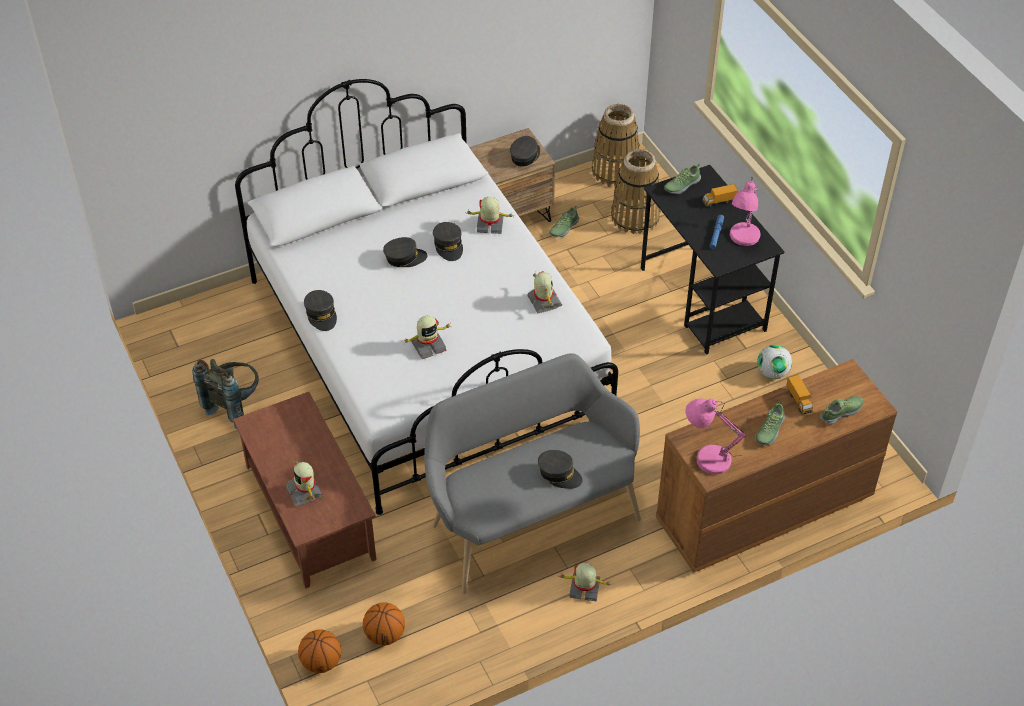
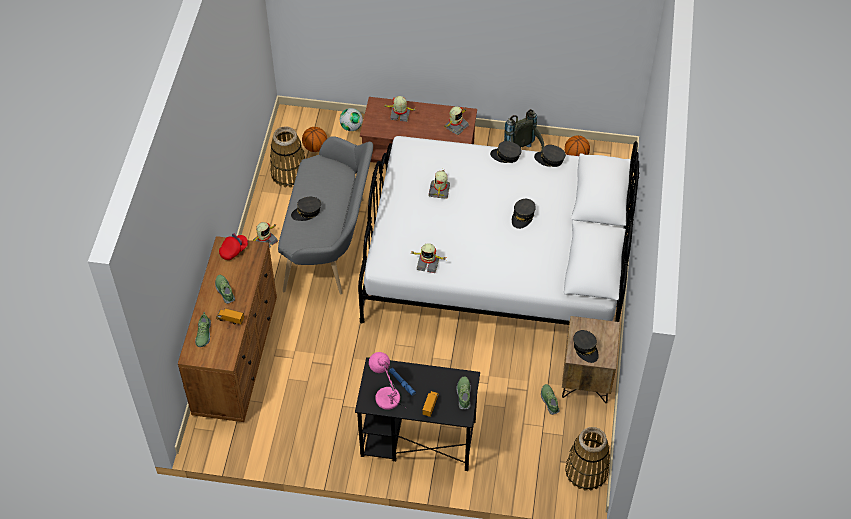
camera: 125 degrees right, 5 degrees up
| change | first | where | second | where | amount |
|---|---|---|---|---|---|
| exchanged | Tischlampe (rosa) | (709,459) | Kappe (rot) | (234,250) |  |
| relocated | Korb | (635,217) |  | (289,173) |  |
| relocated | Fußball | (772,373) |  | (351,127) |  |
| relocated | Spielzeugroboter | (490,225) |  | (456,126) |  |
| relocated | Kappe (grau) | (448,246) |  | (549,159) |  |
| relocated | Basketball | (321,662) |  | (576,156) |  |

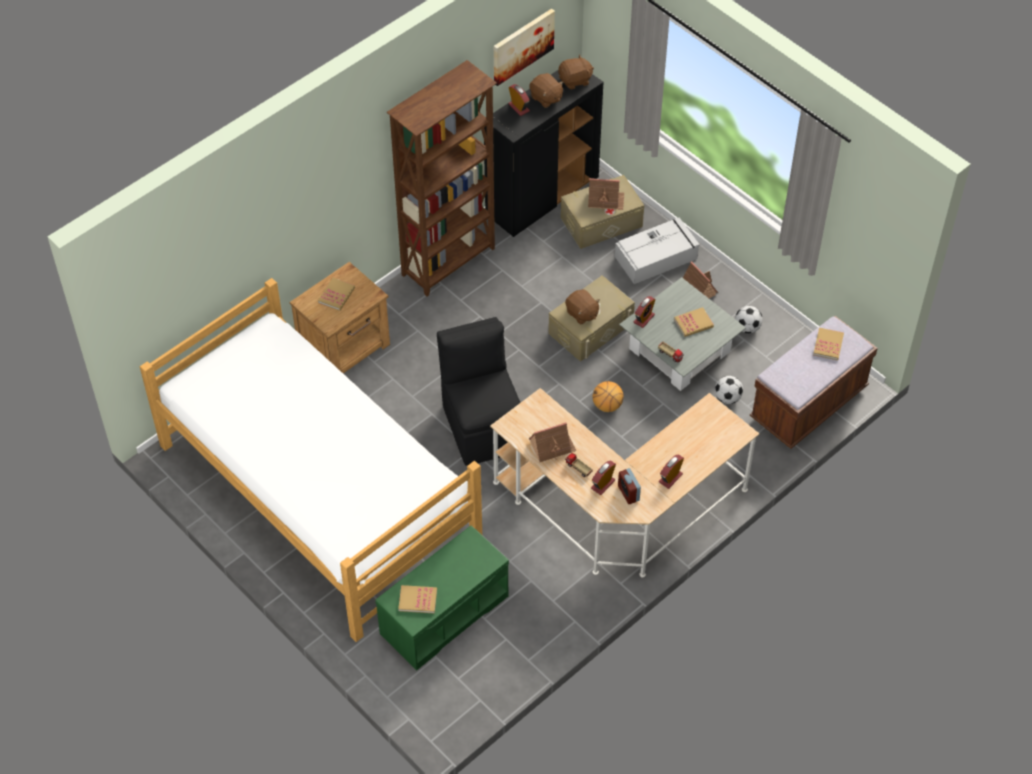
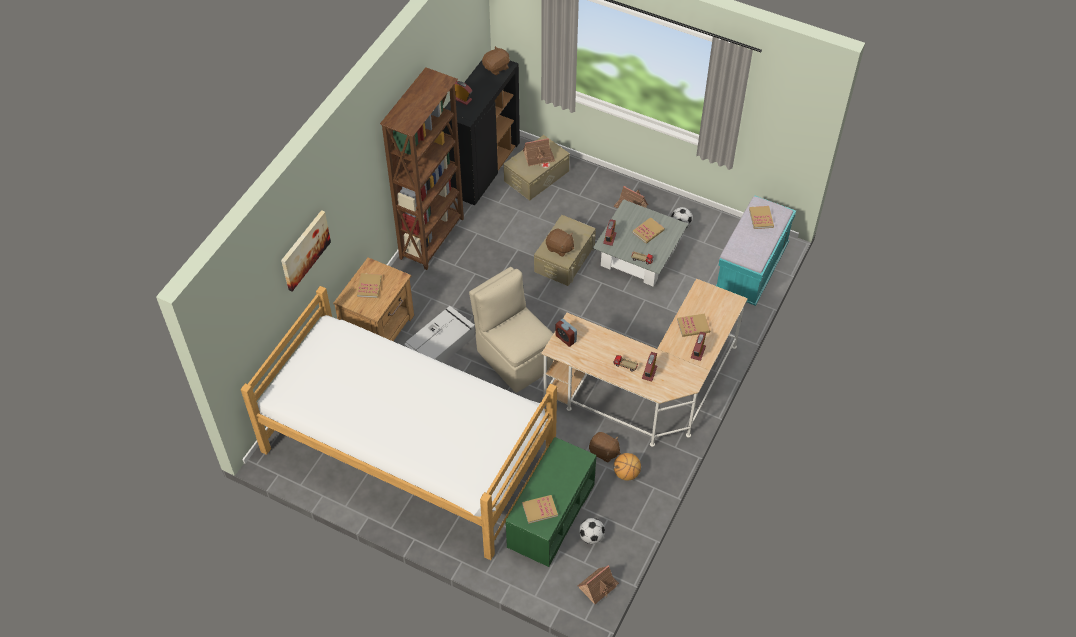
camera: 20 degrees left, 0 degrees up
| change | first | where | second | where | amount |
|---|---|---|---|---|---|
| relocated | Bild | (522,46) |  | (304,250) |  |
| relocated | Aufbewahrungsbox (grau) | (657,257) |  | (441,344) |  |
| colour | Stuhl (schwarz) | (482,425) | Stuhl (beige) | (514,357) |  |
| relocated | Wecker | (628,493) |  | (565,338) |  |
| relocated | Spielzeughaus | (552,447) |  | (598,586) |  |
| relocated | Fußball | (727,398) |  | (591,536) |  |
| relocated | Plüschtier (braun) | (546,98) |  | (604,452) |  |
| relocated | Basketball | (607,405) |  | (626,473) |  |
| appeared |  |  | Buch | (693,326) |  |
| colour | Bank (braun) | (808,404) | Bank (türkis) | (751,269) |  |

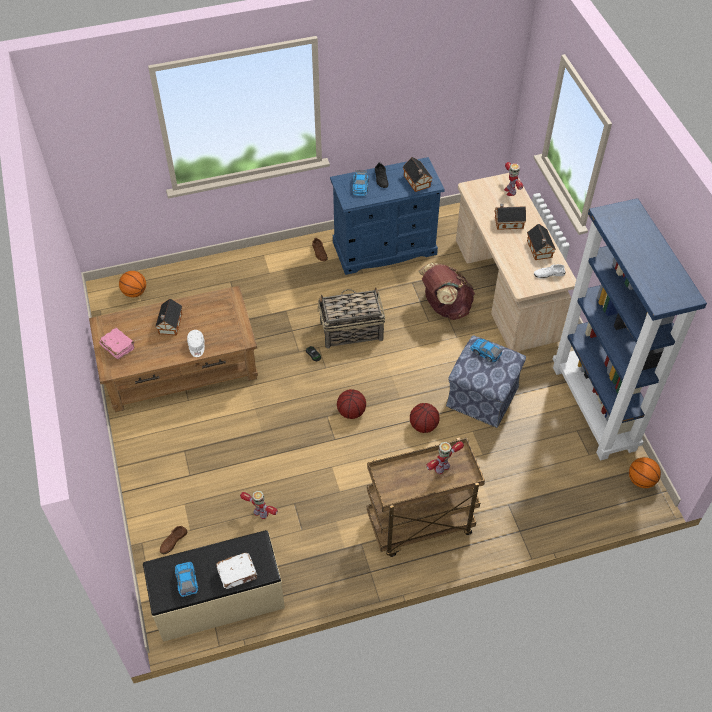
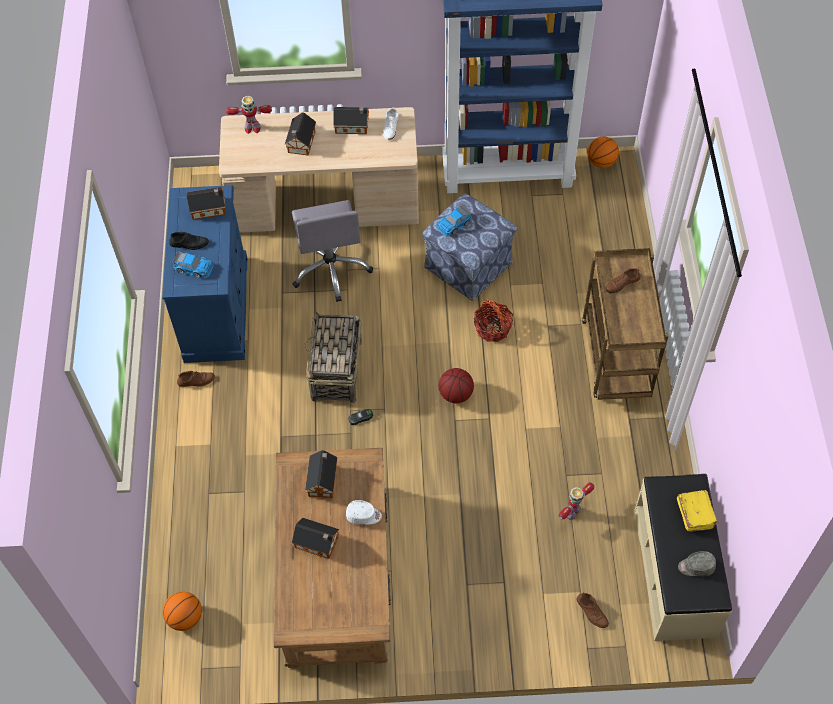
camera: 75 degrees left, 5 degrees up
| change | first | where | second | where | amount |
|---|---|---|---|---|---|
| exchanged | Rucksack (braun) | (445,307) | Bürostuhl (grau) | (331,269) |  |
| appeared |  |  | Spielzeughaus | (323,479) |  |
| exchanged | Basketball | (423,426) | Korb | (492,328) |  |
| exchanged | Spielzeugroboter | (442,467) | Schuh (braun) | (622,283) |  |
| colour | Buch (weiß) | (238,574) | Buch (gelb) | (695,513) |  |
| exchanged | Spielzeugauto | (186,580) | Kappe (grau) | (696,567) |  |
| missing | Buch (rosa) | (118,347) |  |  |  |

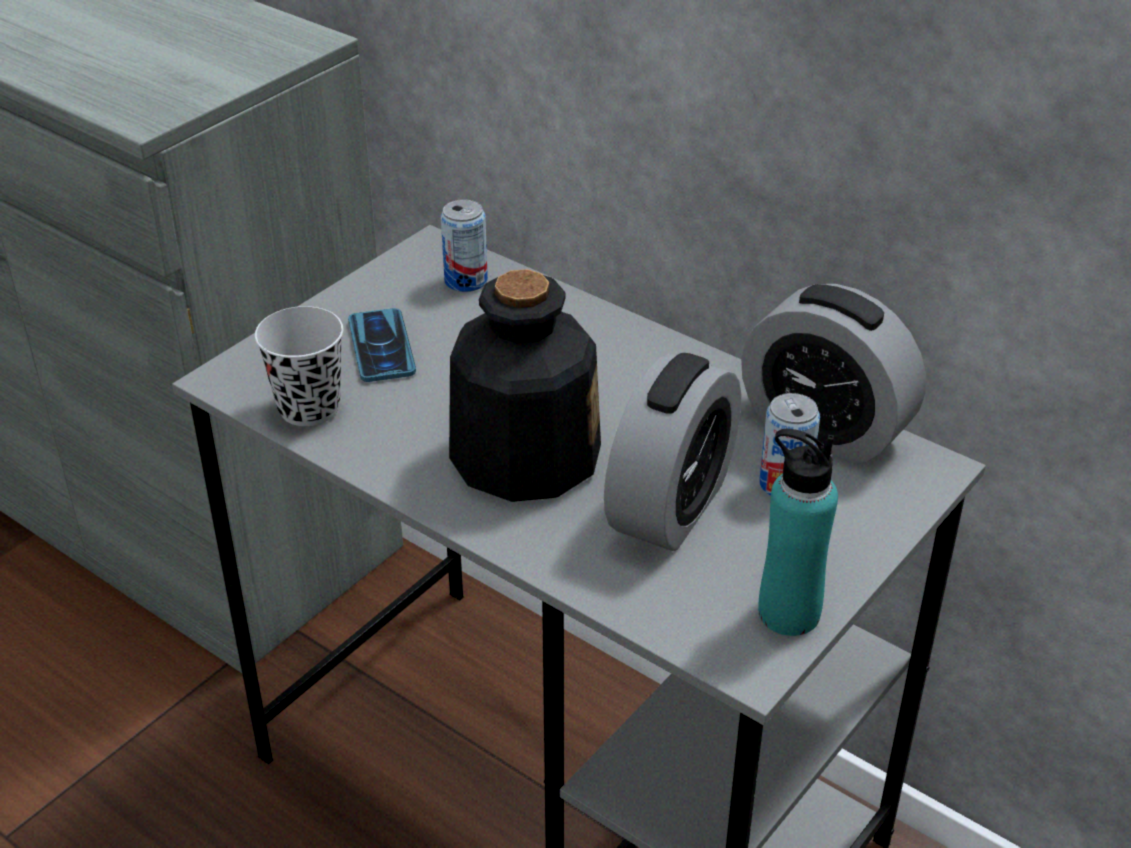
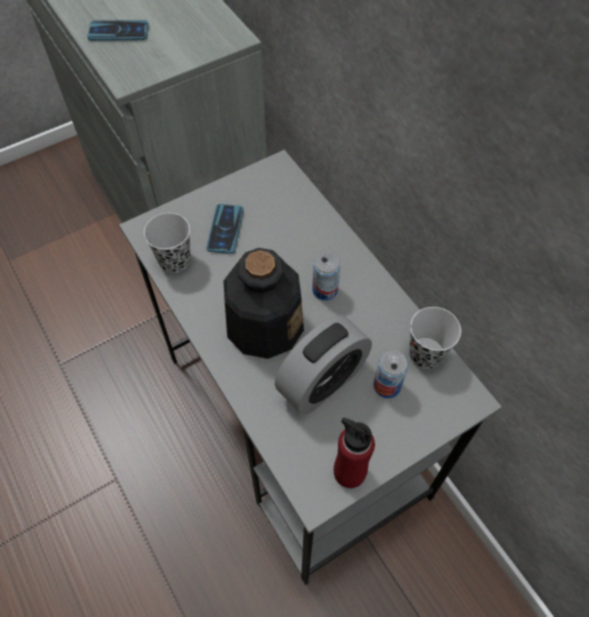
camera: 20 degrees right, 20 degrees up
| change | first | where | second | where | amount |
|---|---|---|---|---|---|
| appeared |  |  | Handy | (118,32) |  |
| relocated | Dose | (466,281) |  | (325,290) |  |
| colour | Flasche (türkis) | (788,613) | Flasche (rot) | (349,472) |  |
| exchanged | Wecker | (824,428) | Tasse (schwarz) | (426,354) |  |

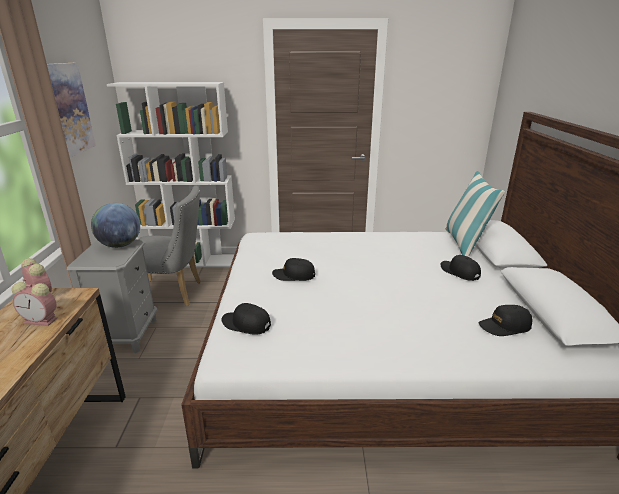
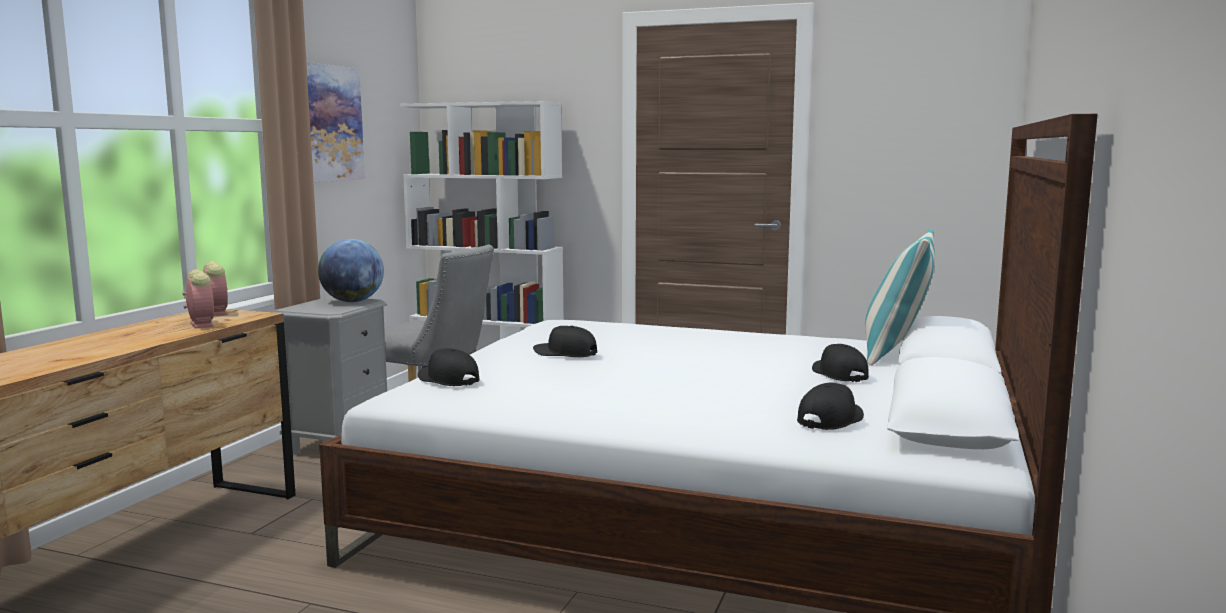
camera: 20 degrees right, 15 degrees down
| change | first | where | second | where | amount |
|---|---|---|---|---|---|
| spun | Wecker | (42,320) |  | (201,324) | 150 degrees counterclockwise |
| spun | Kappe (schwarz) | (504,326) |  | (830,419) | 120 degrees clockwise |

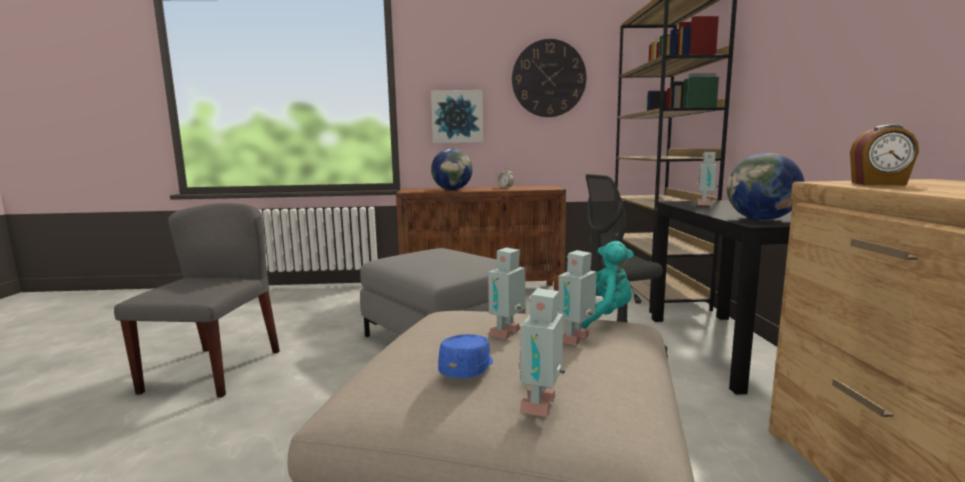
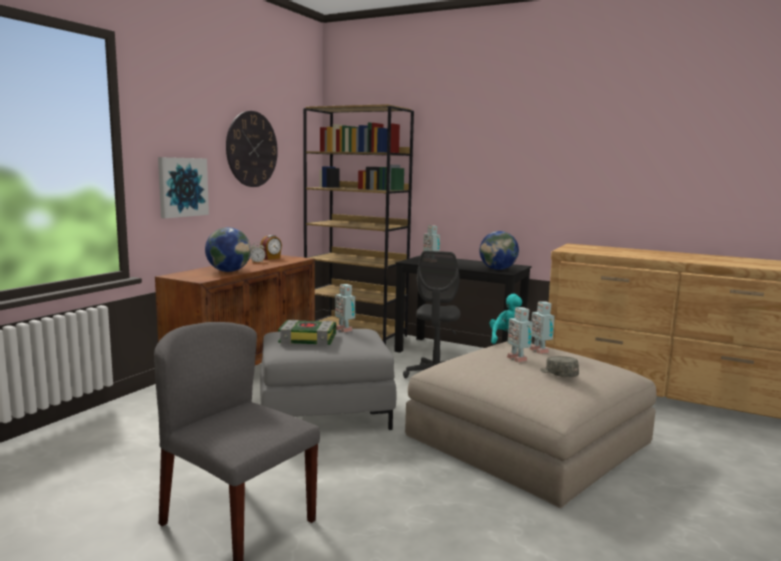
camera: 60 degrees left, 0 degrees up
| change | first | where | second | where | amount |
|---|---|---|---|---|---|
| relocated | Wecker | (879,184) |  | (271,258) |  |
| appeared |  |  | Buch | (309,339) |  |
| relocated | Spielzeugroboter | (542,405) |  | (344,329) |  |
| colour | Kappe (blau) | (468,368) | Kappe (grau) | (558,374) |  |

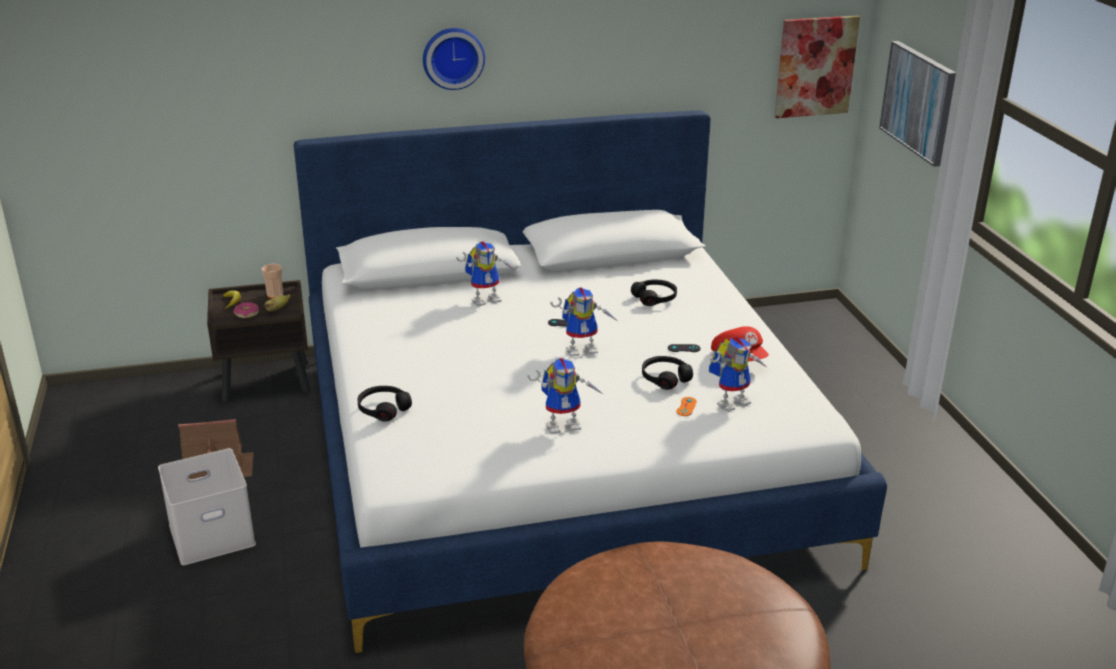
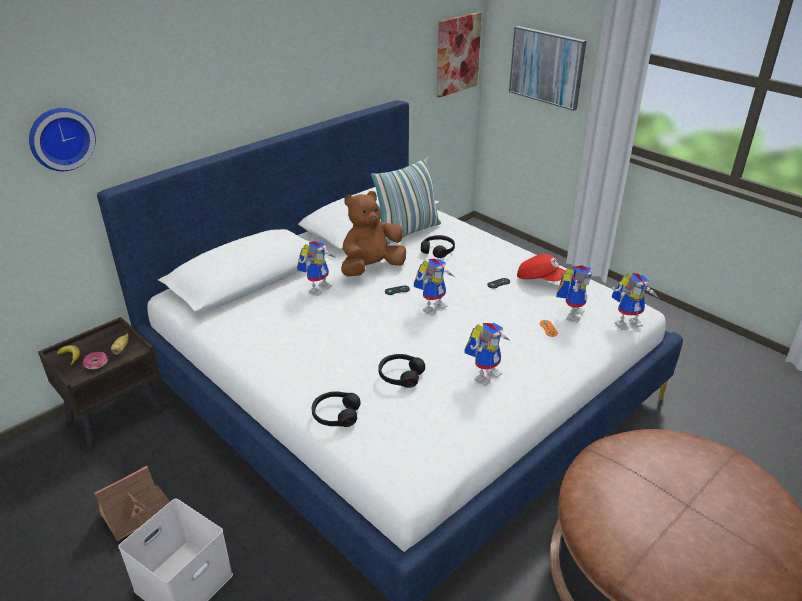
camera: 30 degrees left, 5 degrees up
| change | first | where | second | where | amount |
|---|---|---|---|---|---|
| relocated | Wanduhr | (453,57) |  | (60,138) |  |
| appeared |  |  | Plüschtier (braun) | (371,268) |  |
| appeared |  |  | Kissen | (408,232) |  |
| relocated | Kopfhörer (schwarz) | (665,378) |  | (400,375) |  |
| appeared |  |  | Spielzeugroboter | (628,322) |  |
| missing | Tasse | (275,295) |  |  |  |

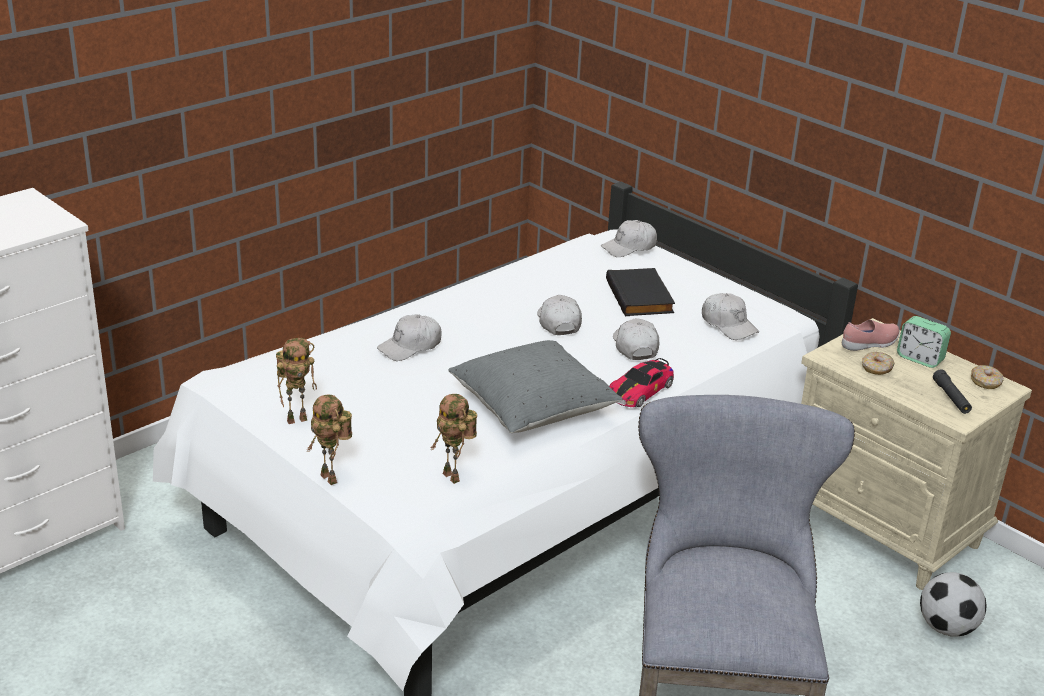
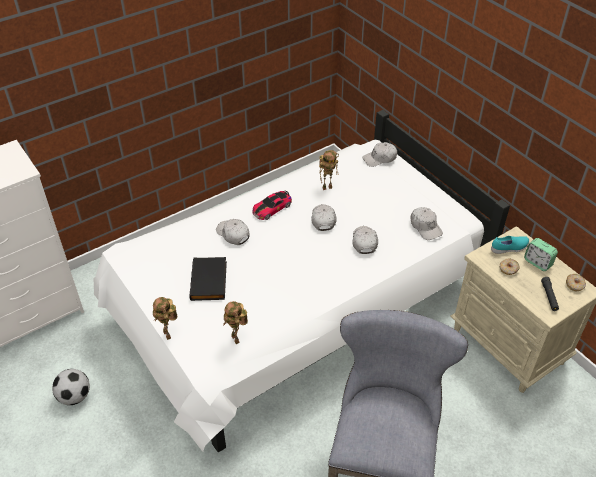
camera: 10 degrees right, 15 degrees up
| change | first | where | second | where | amount |
|---|---|---|---|---|---|
| relocated | Fußball | (946,628) |  | (74,396) |  |
| relocated | Buch (schwarz) | (641,297) |  | (210,281) |  |
| spun | Kappe (weiß) | (410,347) |  | (233,234) | 75 degrees clockwise |
| relocated | Spielzeugauto | (640,390) |  | (272,208) |  |
| relocated | Spielzeugroboter | (298,419) |  | (327,187) |  |
| colour | Schuh (rosa) | (870,344) | Schuh (türkis) | (509,248) |  |
| missing | Kissen (grau) | (533,408) |  |  |  |

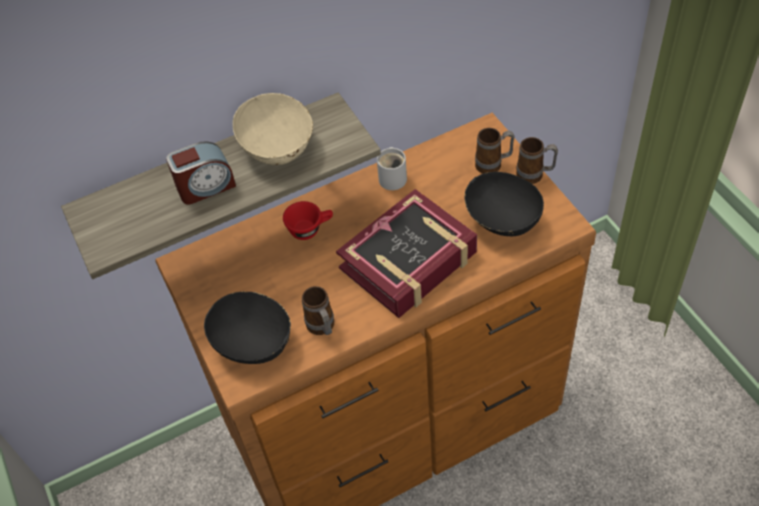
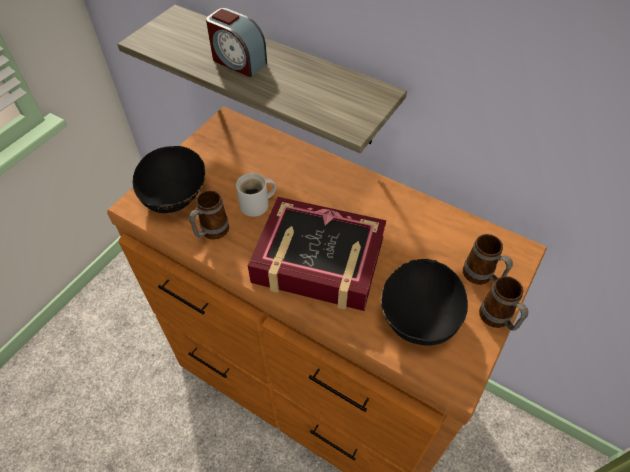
camera: 55 degrees right, 0 degrees up
| change | first | where | second | where | amount |
|---|---|---|---|---|---|
| relocated | Henkelbecher (weiß) | (393,177) |  | (257,205) |  |
| missing | Schüssel (beige) | (278,147) |  |  |  |
| missing | Tasse (rot) | (310,229) |  |  |  |

